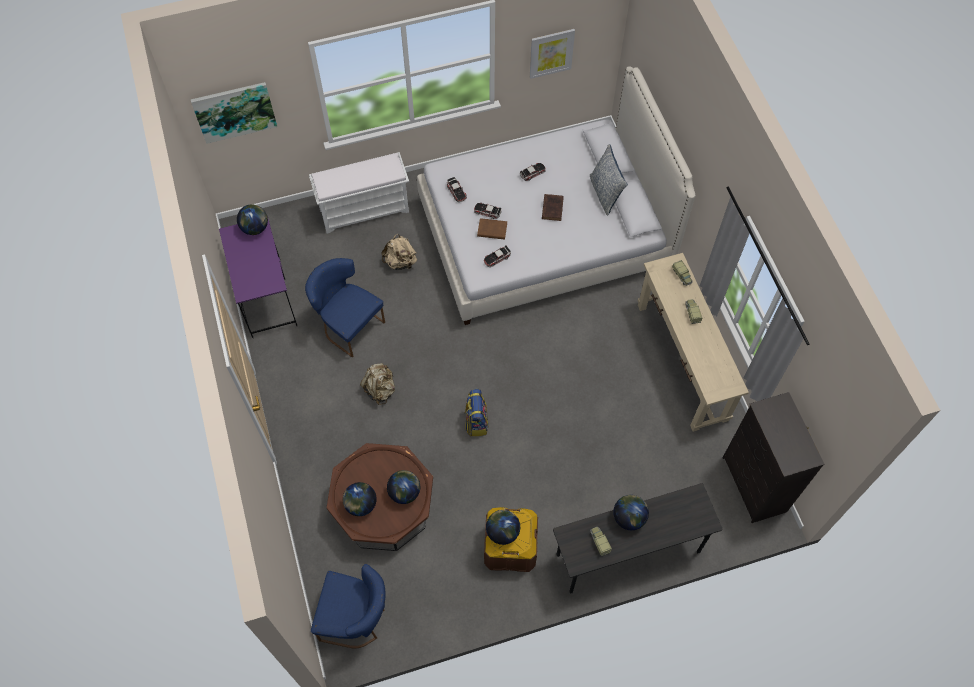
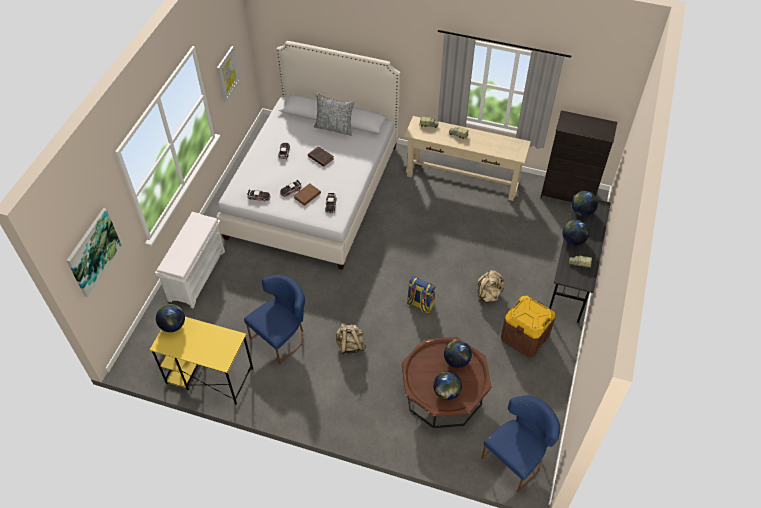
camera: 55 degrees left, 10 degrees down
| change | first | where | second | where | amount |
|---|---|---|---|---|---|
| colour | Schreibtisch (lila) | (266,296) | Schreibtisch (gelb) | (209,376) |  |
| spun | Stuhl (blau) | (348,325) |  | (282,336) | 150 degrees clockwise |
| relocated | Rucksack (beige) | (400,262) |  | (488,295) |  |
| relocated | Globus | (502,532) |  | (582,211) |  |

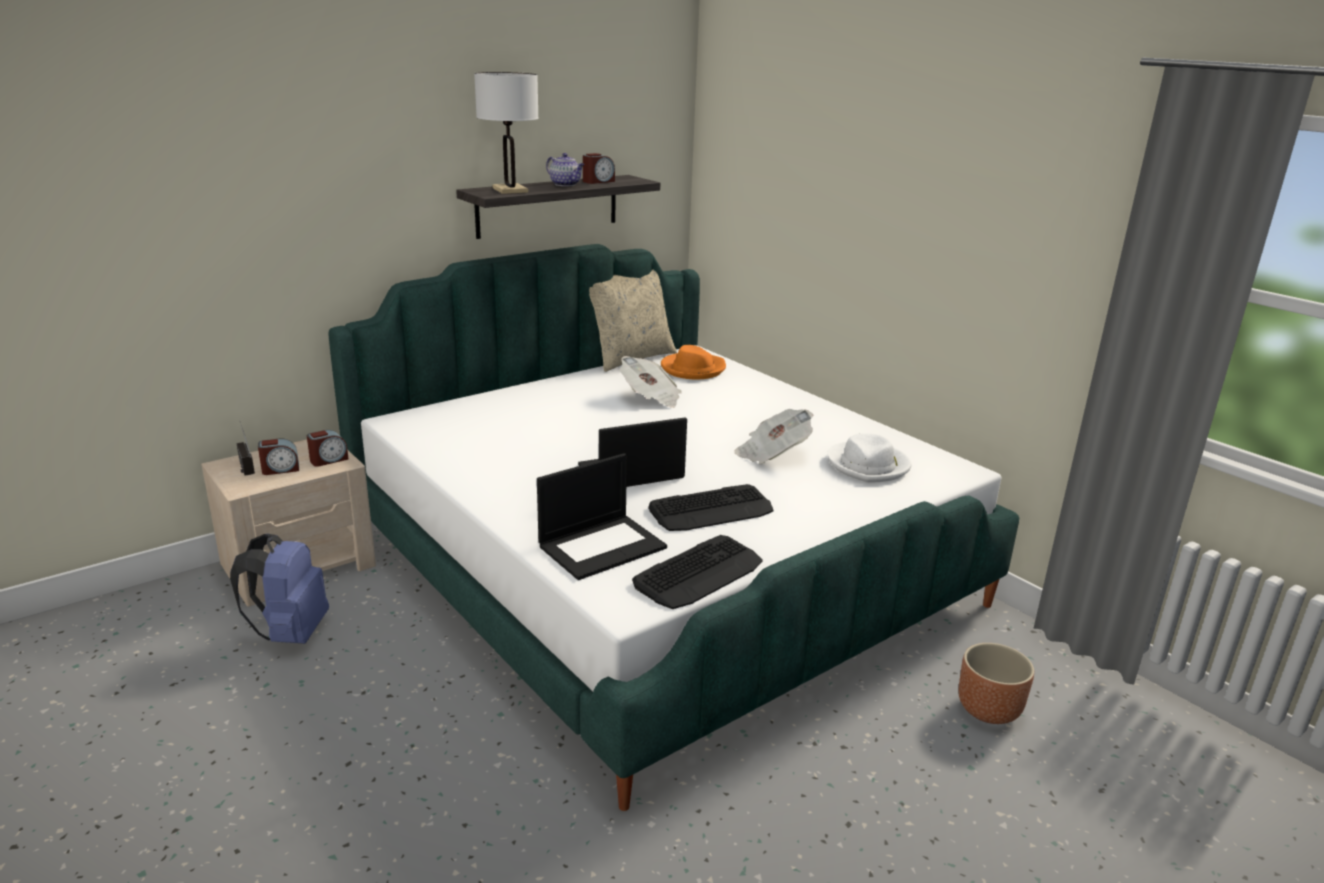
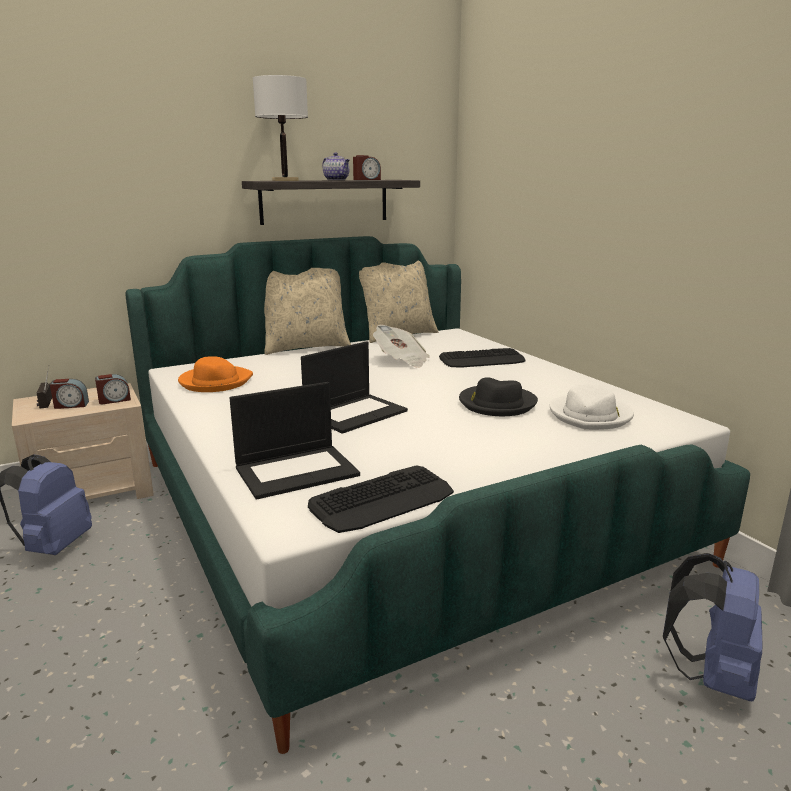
camera: 10 degrees right, 5 degrees down
| change | first | where | second | where | amount |
|---|---|---|---|---|---|
| relocated | Hut (orange) | (693,369) |  | (215,382) |  |
| appeared |  |  | Kissen (beige) | (305,347) |  |
| spun | Laptop | (630,472) |  | (355,413) | 150 degrees clockwise |
| relocated | Tastatur | (711,510) |  | (482,360) |  |
| exchanged | Zeitung | (772,454) | Hut (schwarz) | (497,404) |  |
| exchanged | Pflanzkübel (braun) | (987,709) | Rucksack (blau) | (711,676) |  |

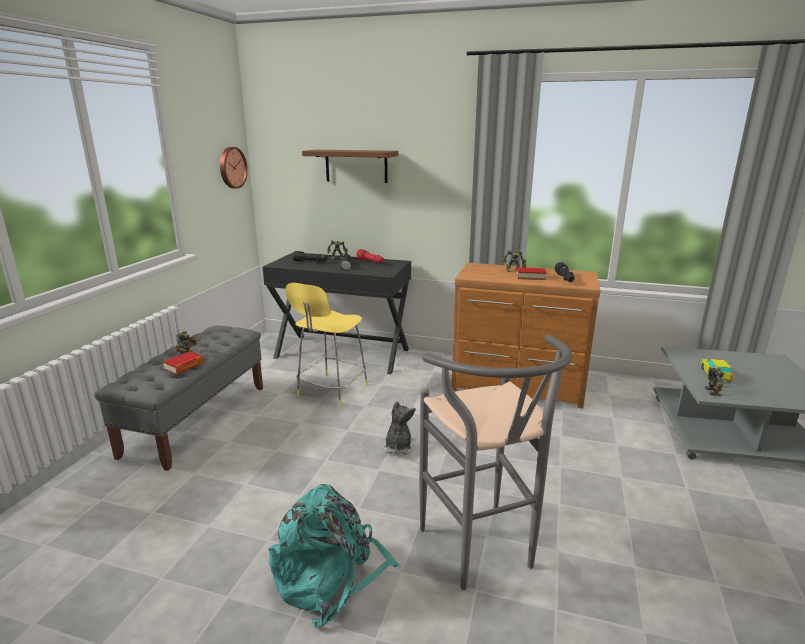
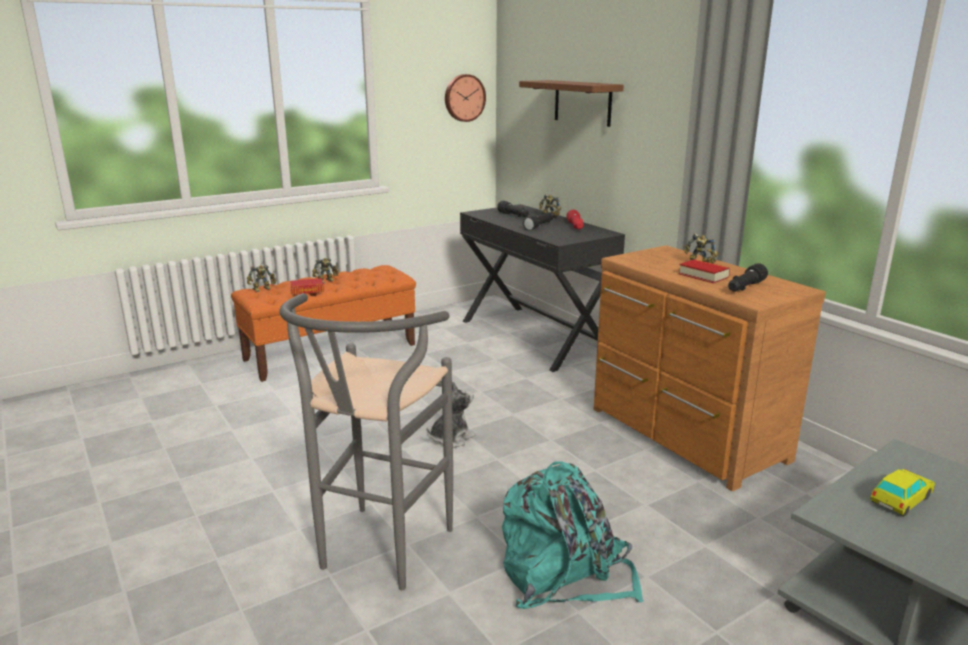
camera: 40 degrees right, 0 degrees up
| change | first | where | second | where | amount |
|---|---|---|---|---|---|
| colour | Bank (grau) | (197,419) | Bank (orange) | (331,352) |  |
| relocated | Spielzeugroboter | (714,392) |  | (263,289) |  |
| relocated | Rucksack (türkis) | (330,576) |  | (564,575) |  |
| missing | Hocker (gelb) | (331,391) |  |  |  |

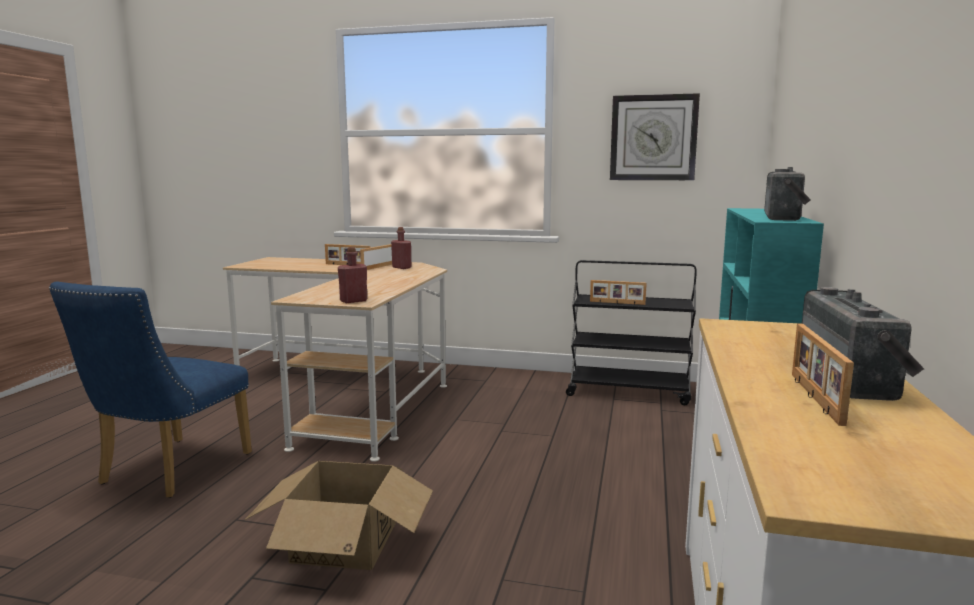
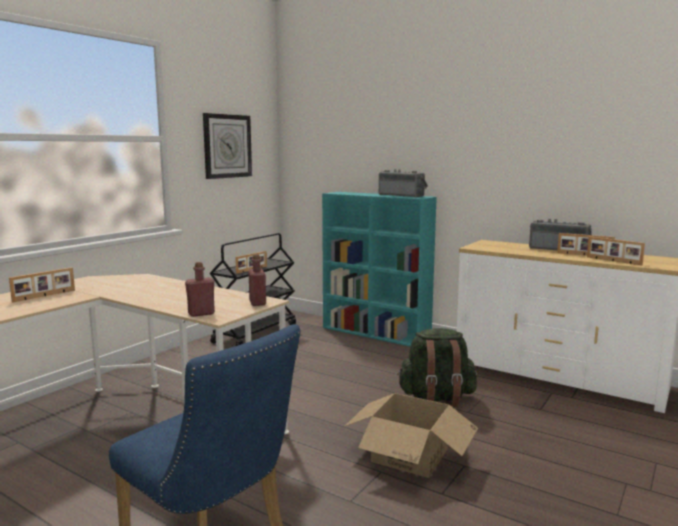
camera: 70 degrees left, 0 degrees up
| change | first | where | second | where | amount |
|---|---|---|---|---|---|
| relocated | Flasche (rot) | (401,267) |  | (201,313) |  |
| appeared |  |  | Rucksack (grün) | (436,398) |  |
| relocated | Bilderrahmen | (377,267) |  | (613,261) |  |

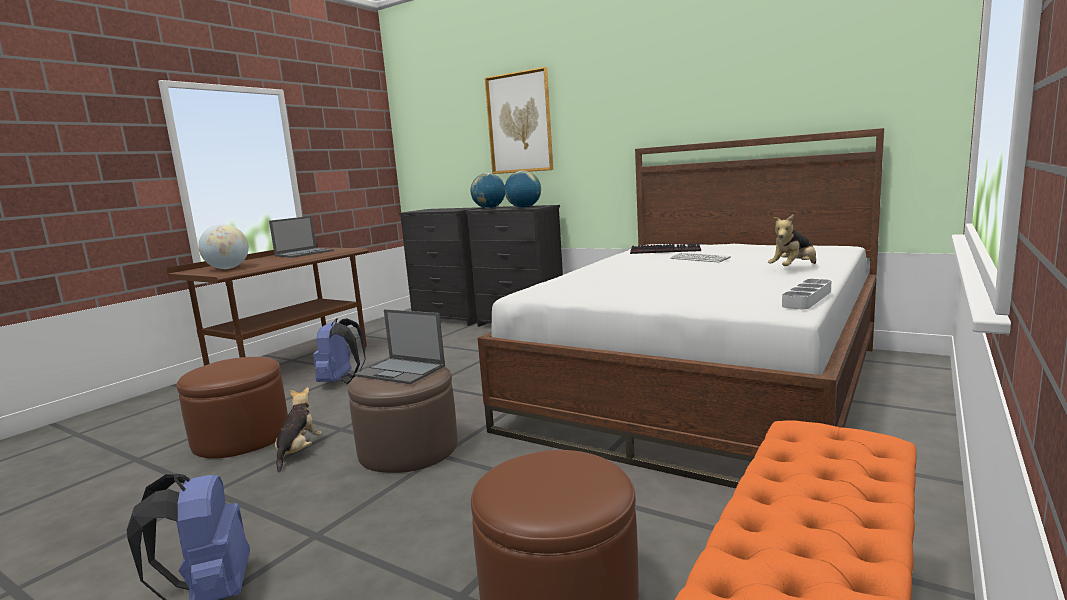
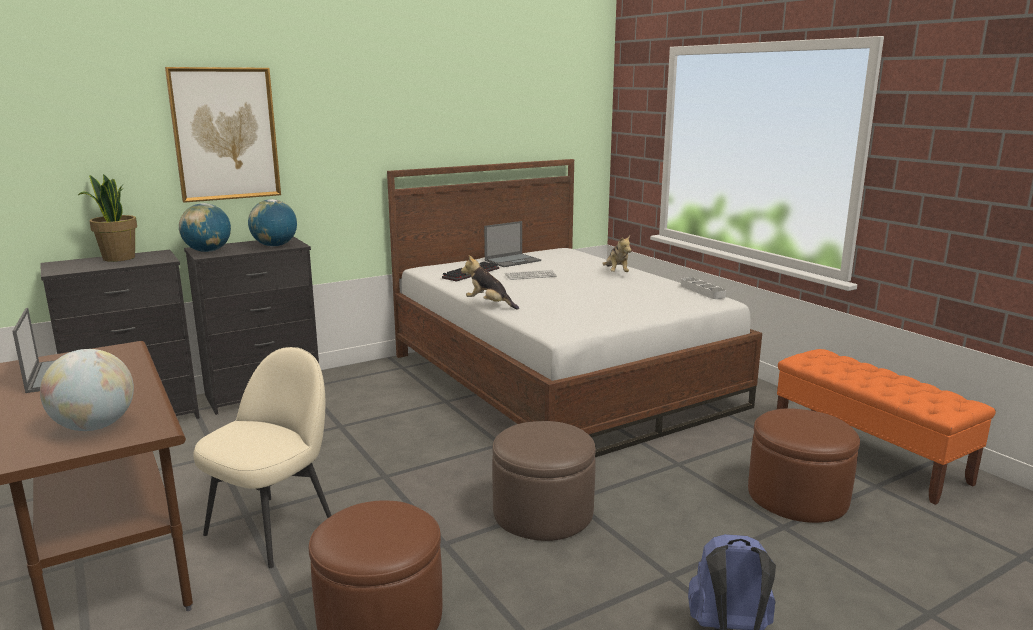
camera: 65 degrees left, 5 degrees up
| change | first | where | second | where | amount |
|---|---|---|---|---|---|
| appeared |  |  | Topfpflanze | (118,258) |  |
| exchanged | Rucksack (blau) | (341,381) | Stuhl (beige) | (273,528) |  |
| relocated | Plüschtier | (298,452) |  | (489,304) |  |
| relocated | Laptop | (401,371) |  | (513,260) |  |

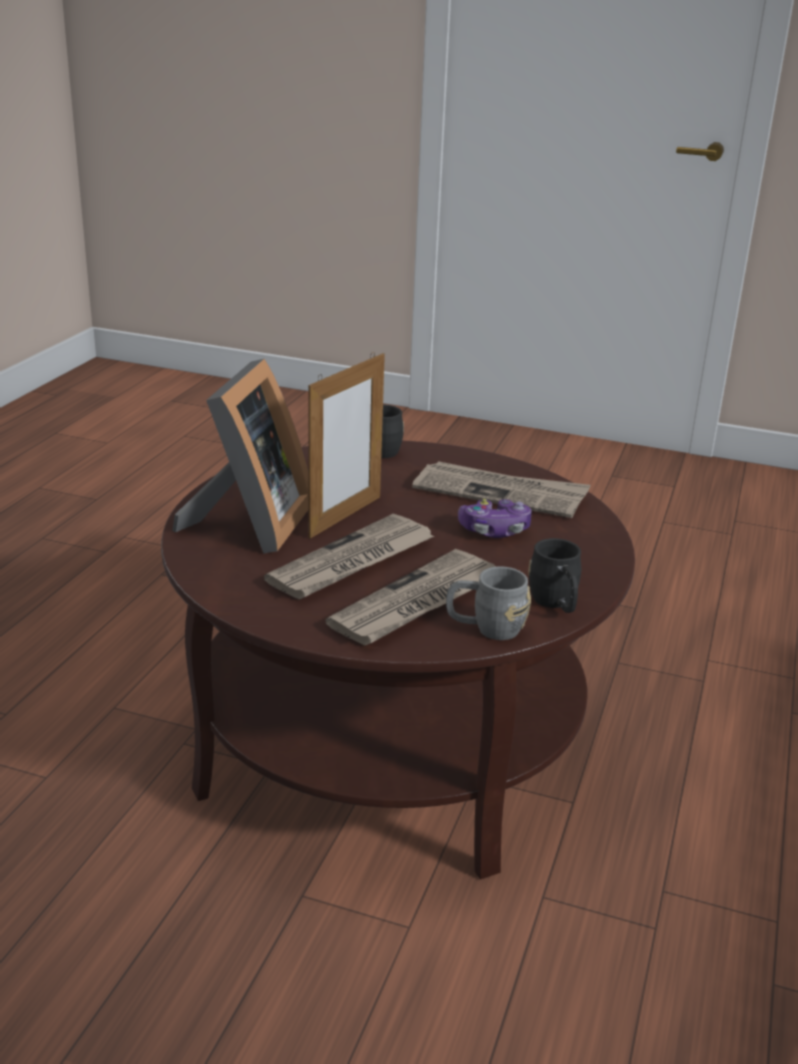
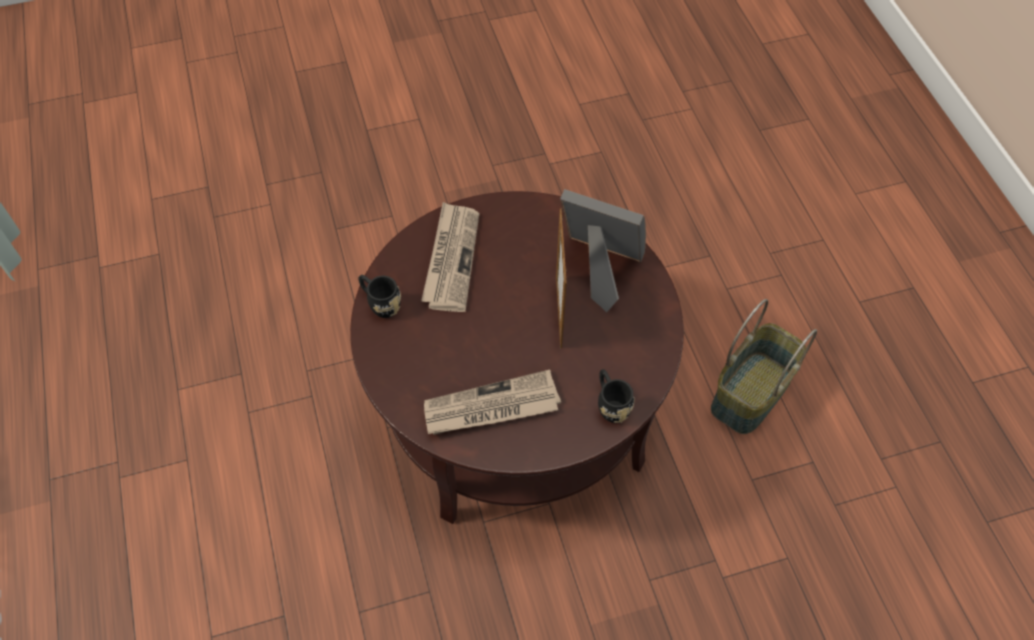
camera: 145 degrees right, 30 degrees up
| change | first | where | second | where | amount |
|---|---|---|---|---|---|
| spun | Bilderrahmen | (250,525) |  | (599,268) | 135 degrees clockwise |
| appeared |  |  | Korb | (752,394) |  |
| missing | Zeitung | (352,562) |  |  |  |
| missing | Henkelbecher (grau) | (486,628) |  |  |  |
| missing | Gamepad | (494,530) |  |  |  |

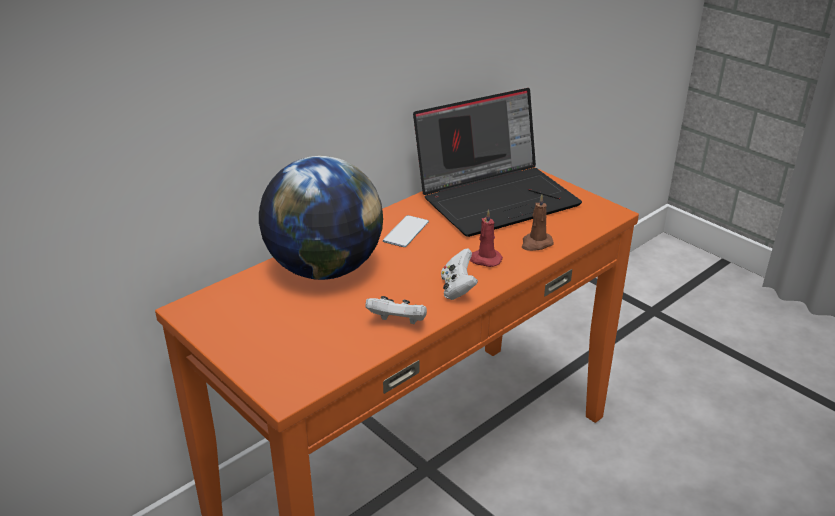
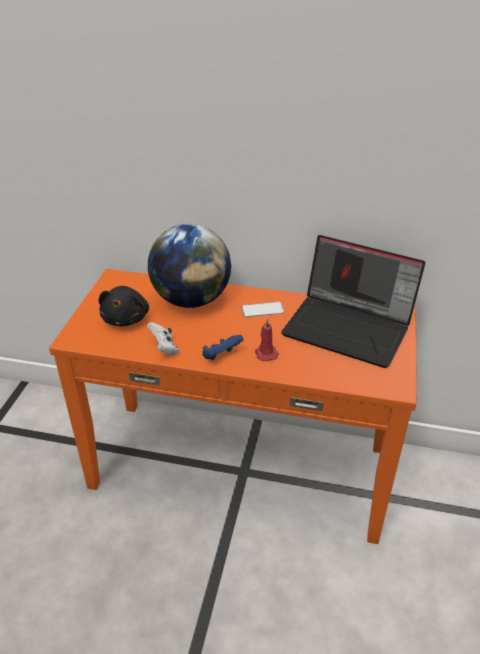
camera: 55 degrees right, 5 degrees up
| change | first | where | second | where | amount |
|---|---|---|---|---|---|
| appeared |  |  | Plüschtier (schwarz) | (126,318) |  |
| colour | Gamepad (weiß) | (457,289) | Gamepad (blau) | (221,356) |  |
| missing | Kerze (braun) | (536,243) |  |  |  |

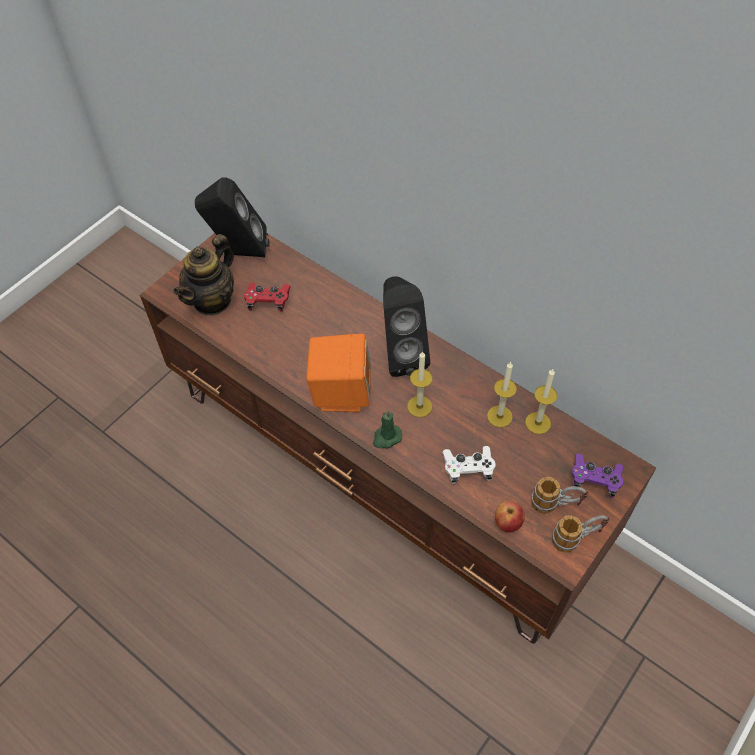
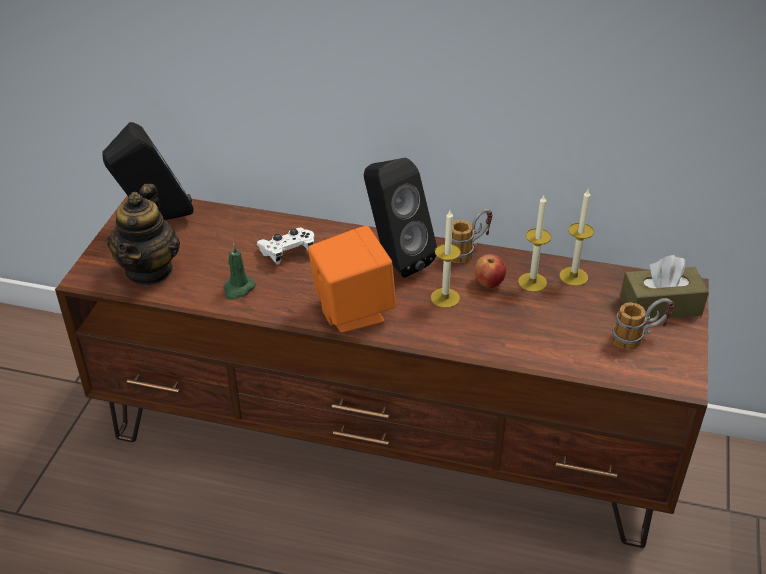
camera: 25 degrees left, 15 degrees down
| change | first | where | second | where | amount |
|---|---|---|---|---|---|
| relocated | Kerze (grün) | (386,438) |  | (238,289) |  |
| relocated | Gamepad (weiß) | (468,468) |  | (288,252) |  |
| relocated | Henkelbecher | (576,538) |  | (469,251) |  |
| relocated | Apfel | (507,523) |  | (489,283) |  |
| exchanged | Gamepad (lila) | (594,479) | Taschentuchbox (braun) | (660,305) |  |
| missing | Gamepad (rot) | (268,301) |  |  |  |

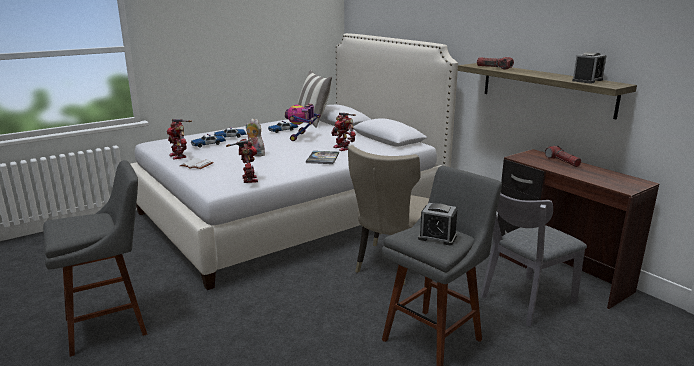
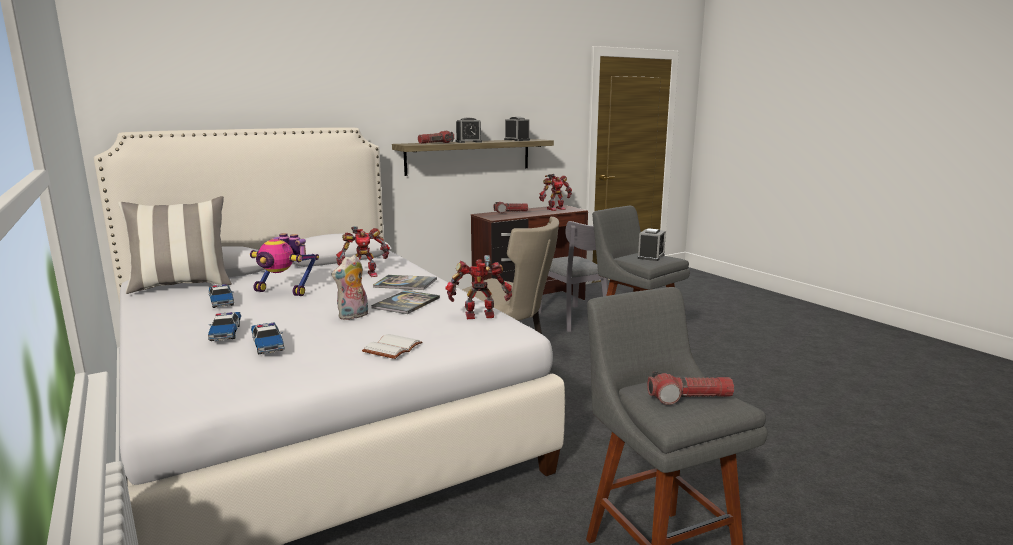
camera: 85 degrees left, 5 degrees down
| change | first | where | second | where | amount |
|---|---|---|---|---|---|
| appeared |  |  | Buch | (406,303) |  |
| appeared |  |  | Wecker | (468,142) |  |
| relocated | Spielzeugroboter | (179,156) |  | (555,209) |  |
| appeared |  |  | Taschenlampe | (689,398) |  |

